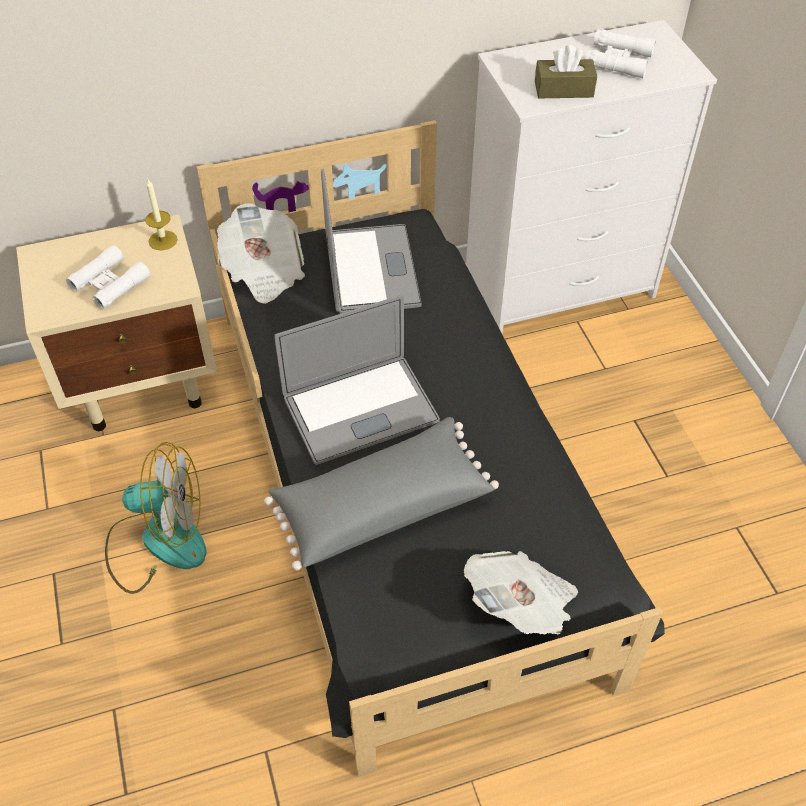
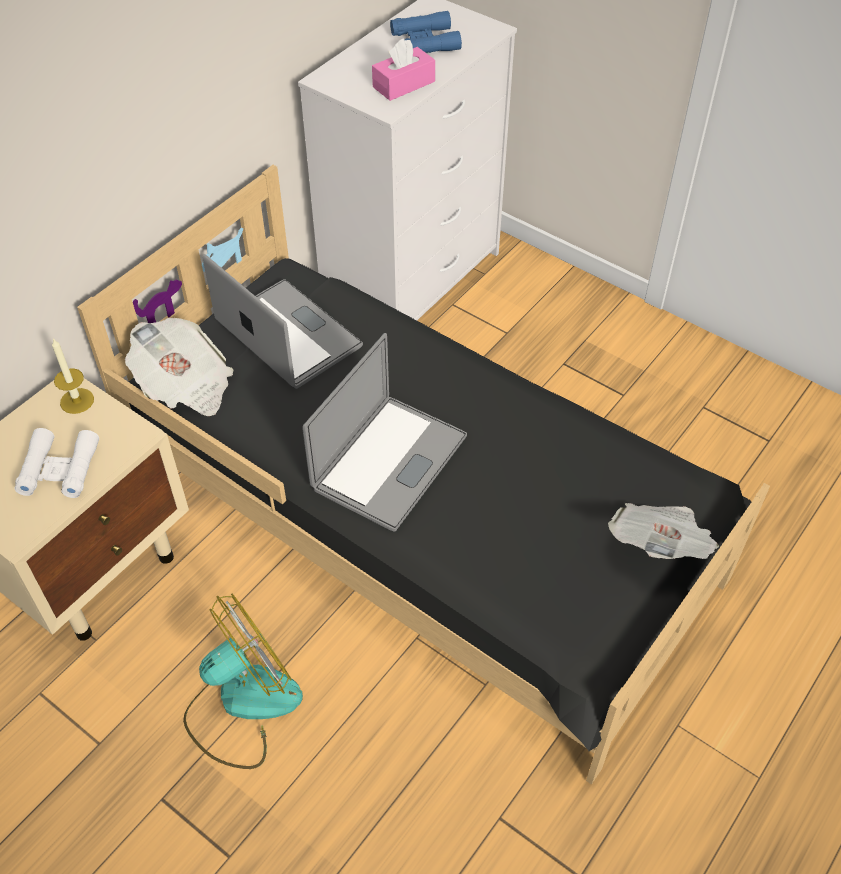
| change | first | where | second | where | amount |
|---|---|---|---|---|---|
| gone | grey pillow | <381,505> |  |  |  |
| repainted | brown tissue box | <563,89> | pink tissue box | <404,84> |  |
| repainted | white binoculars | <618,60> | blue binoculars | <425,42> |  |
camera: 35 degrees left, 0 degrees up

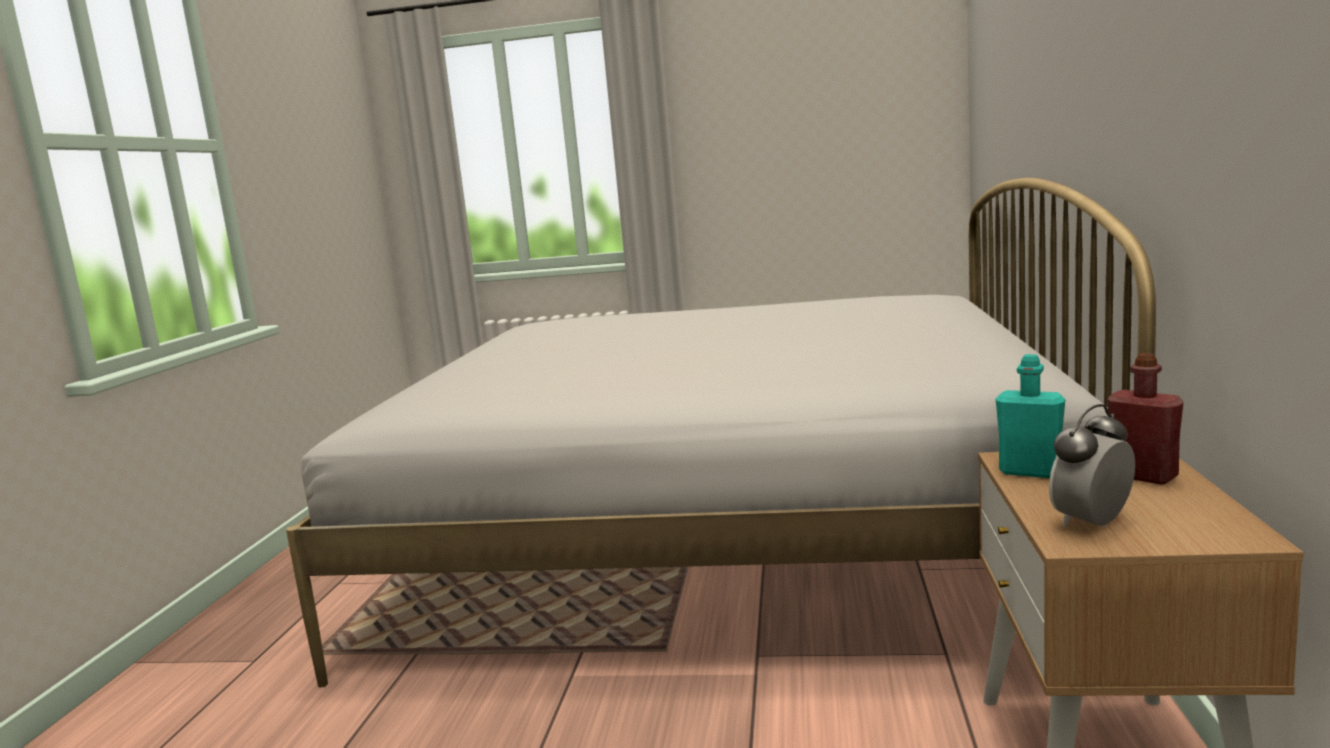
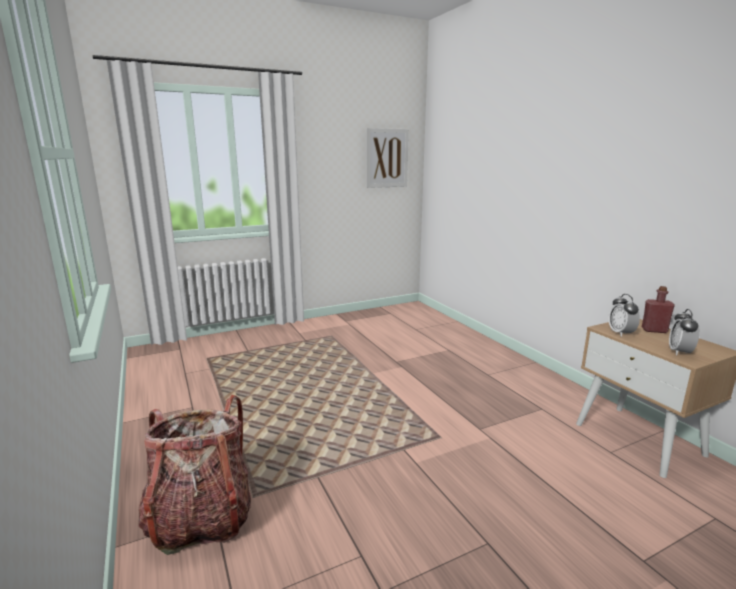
| change | first | where | second | where | amount |
|---|---|---|---|---|---|
| gone | white bed | <729,532> |  |  |  |
| new |  |  | backpack | <201,518> |  |
| new |  |  | picture | <386,158> |  |
| swapped | turquoise bottle | <1030,471> | alarm clock | <620,333> |  |
camera: 35 degrees left, 5 degrees up

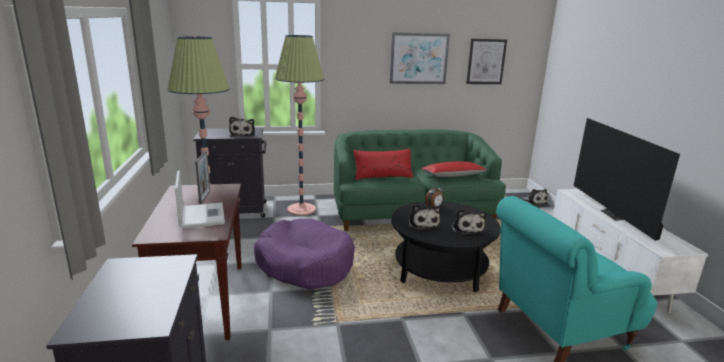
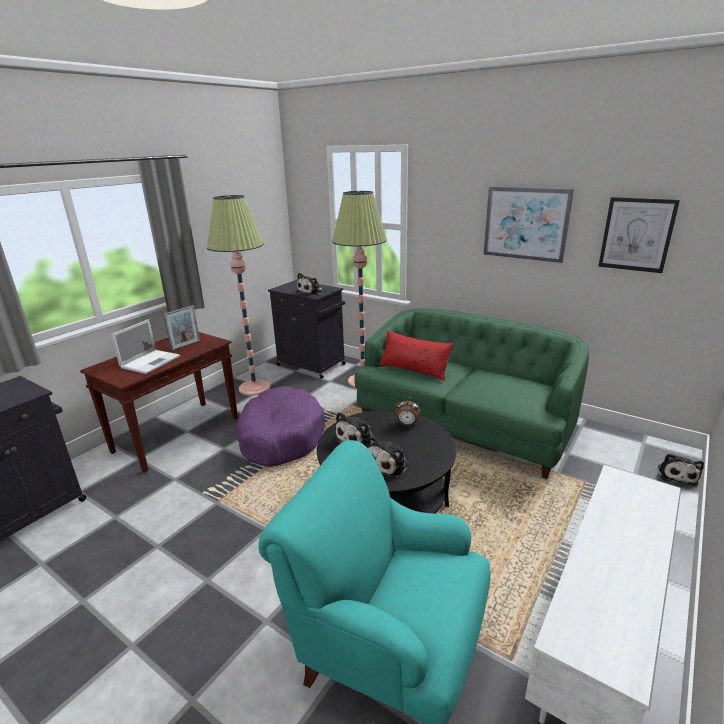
| change | first | where | second | where | amount |
|---|---|---|---|---|---|
| gone | red pillow | <452,176> |  |  |  |
| gone | television | <615,215> |  |  |  |
camera: 45 degrees right, 5 degrees up

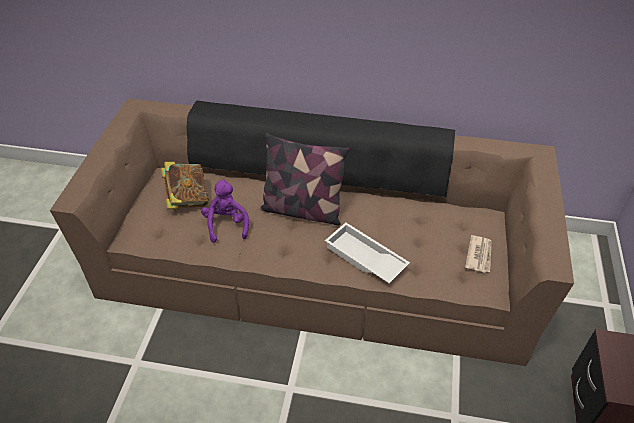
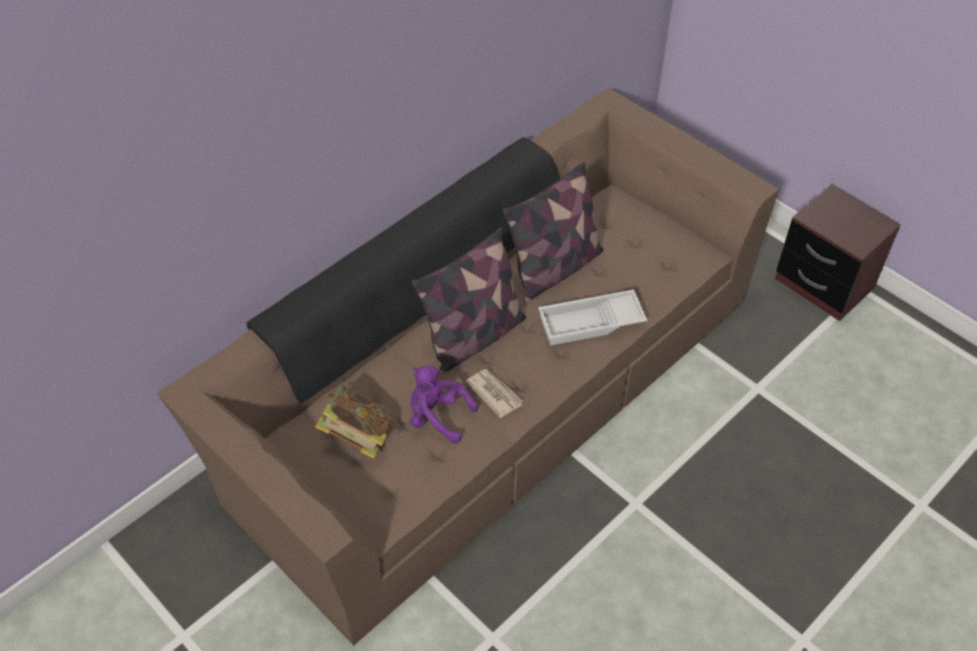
| change | first | where | second | where | amount |
|---|---|---|---|---|---|
| new |  |  | pillow | <554,268> |  |
| shifted | newspaper | <479,255> |  | <494,393> |  |
camera: 55 degrees left, 5 degrees up

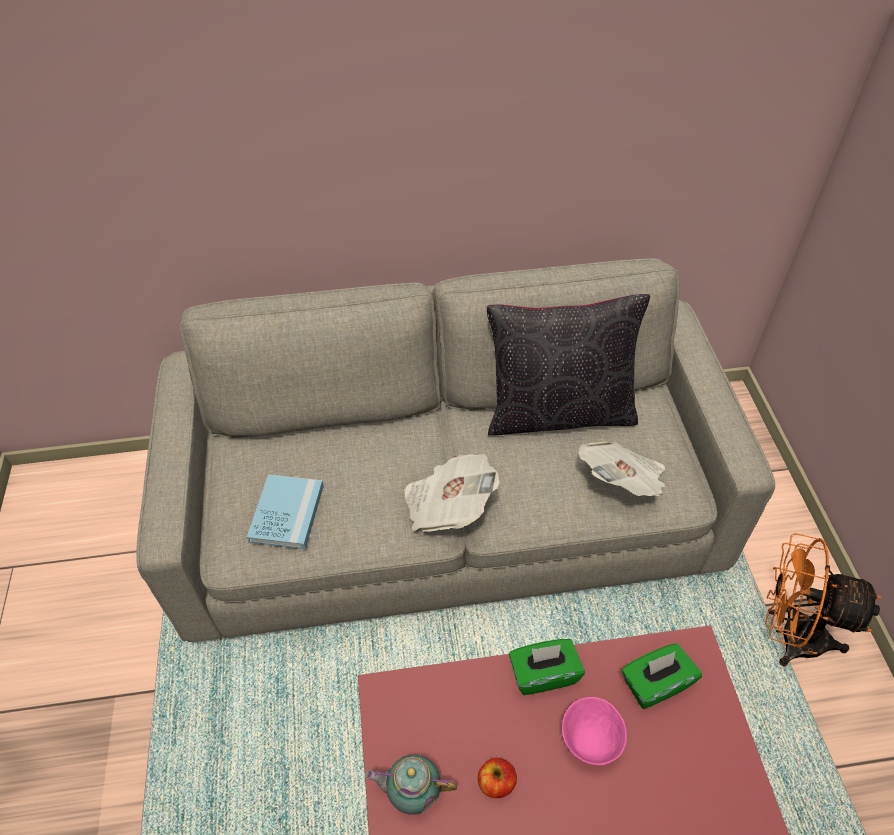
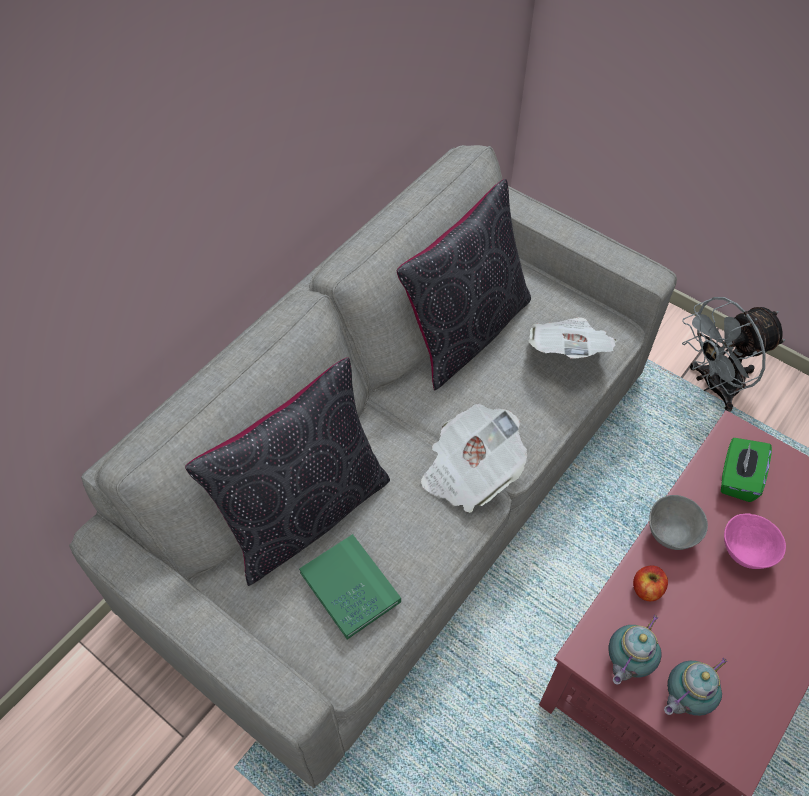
| change | first | where | second | where | amount |
|---|---|---|---|---|---|
| new |  |  | black pillow | <305,512> |  |
| new |  |  | teapot | <626,662> |  |
| shifted | apple | <496,782> |  | <646,589> |  |
| swapped | green tissue box | <543,674> | grey bowl | <670,536> |  |
| repainted | blue book | <287,513> | green book | <350,587> |  |
| repainted | orange fan | <789,635> | grey fan | <713,386> |  |
camera: 45 degrees left, 5 degrees up

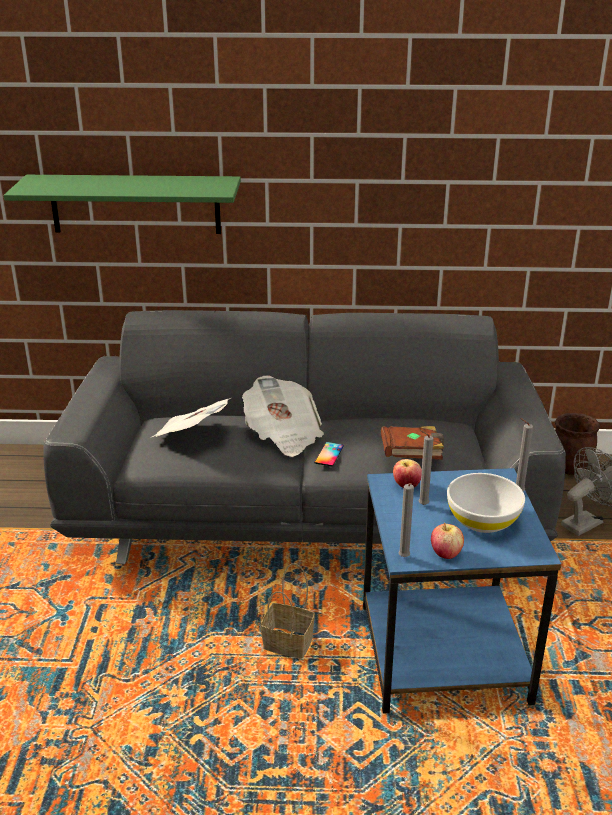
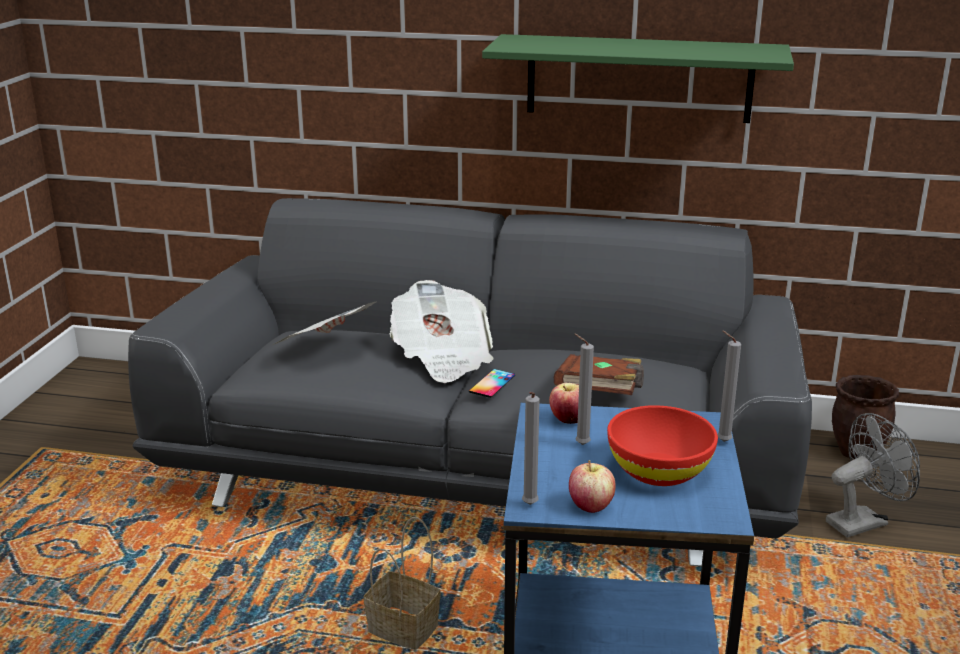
| change | first | where | second | where | amount |
|---|---|---|---|---|---|
| shifted | green shelf | <135,204> |  | <639,78> |  |
| repainted | white bowl | <483,520> | red bowl | <659,471> |  |
camera: 10 degrees right, 5 degrees down

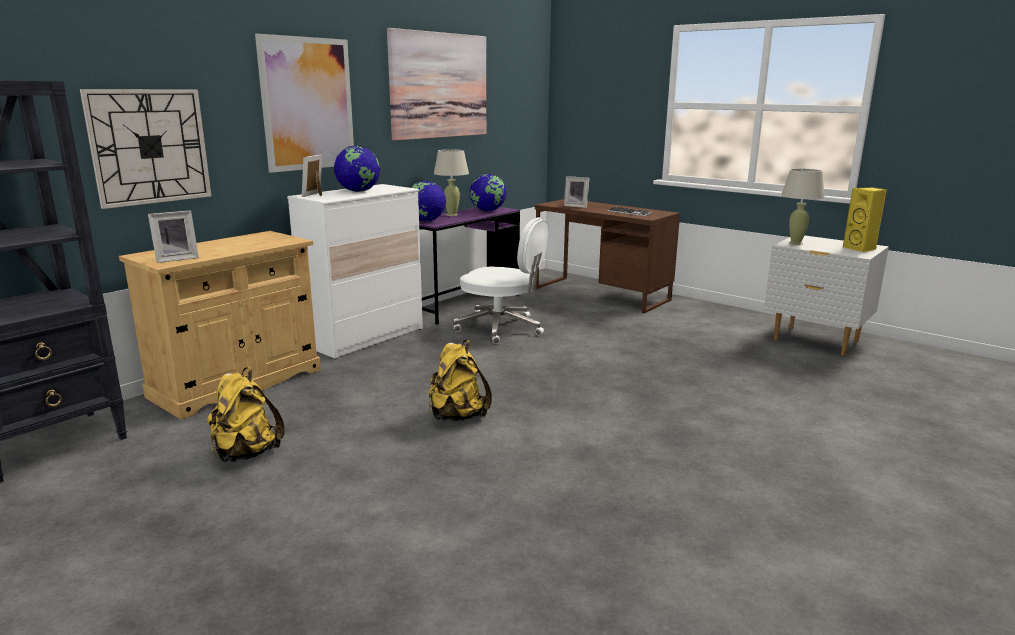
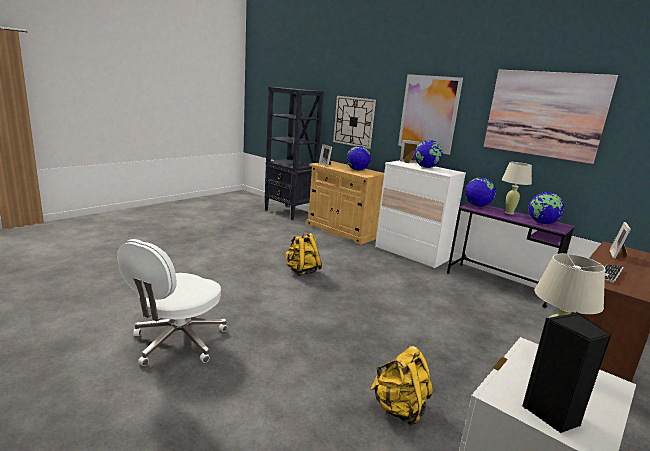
| change | first | where | second | where | amount |
|---|---|---|---|---|---|
| new |  |  | globe | <357,170> |  |
| shifted | yellow backpack | <246,454> |  | <399,409> |  |
| shifted | white office chair | <501,328> |  | <177,341> |  |
| repainted | yellow speaker | <861,248> | black speaker | <552,415> |  |
camera: 90 degrees right, 0 degrees up

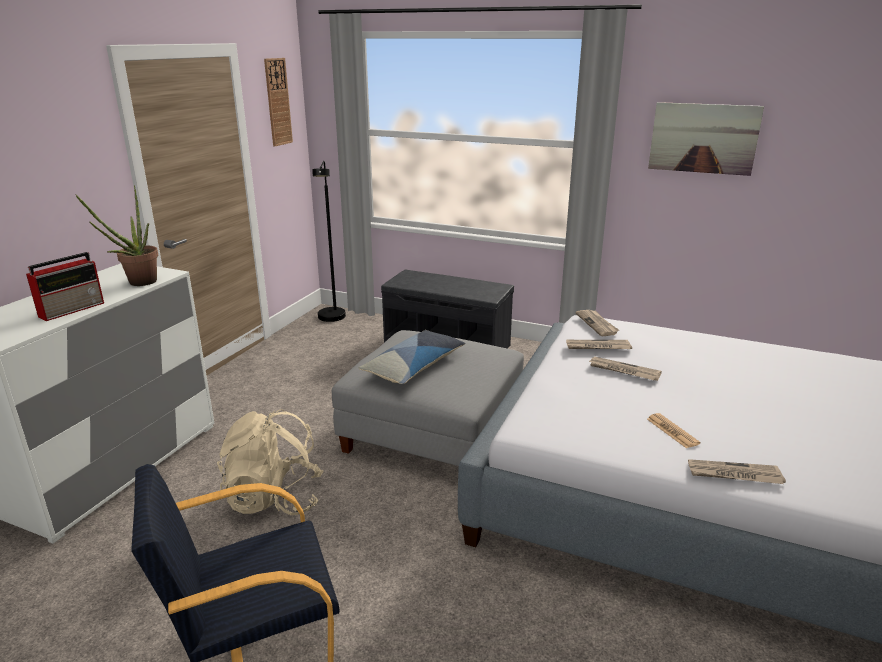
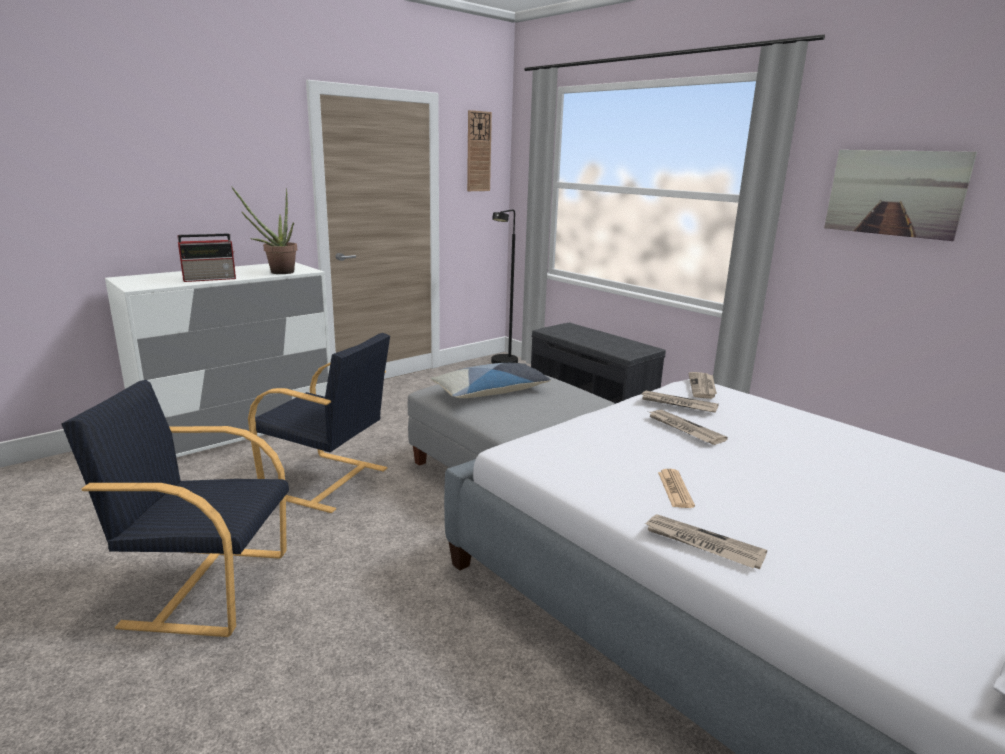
| change | first | where | second | where | amount |
|---|---|---|---|---|---|
| swapped | beige backpack | <274,499> | black armchair | <328,482> |  |
camera: 25 degrees right, 5 degrees down

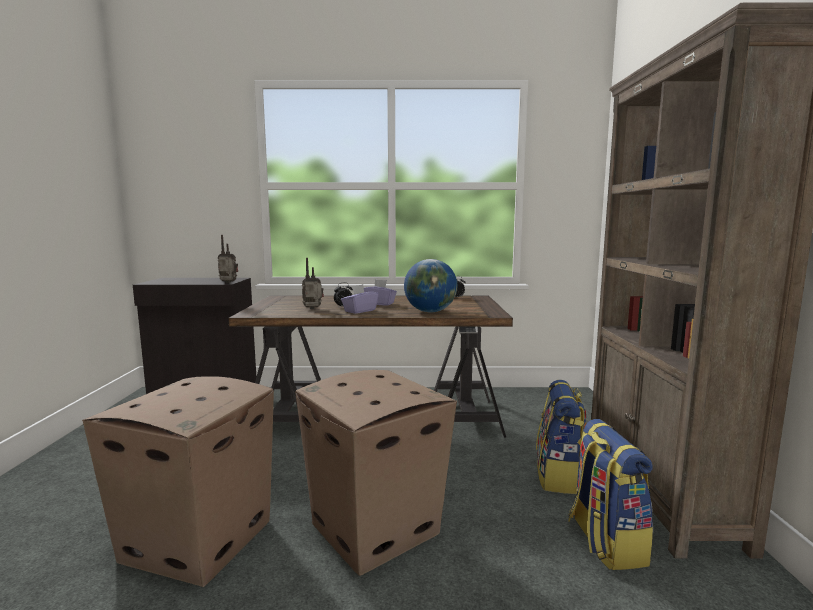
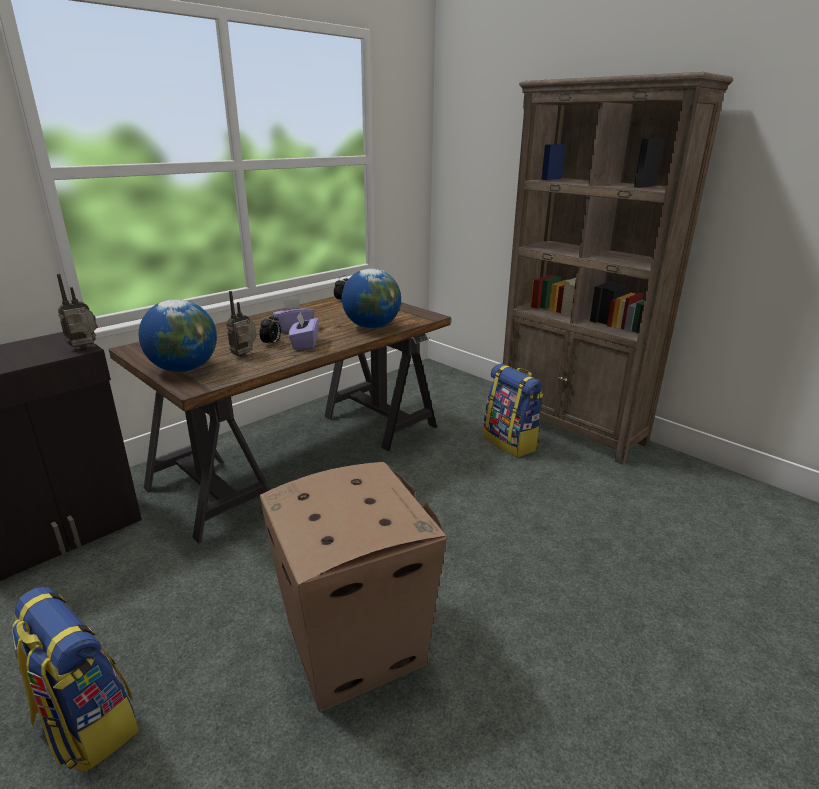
| change | first | where | second | where | amount |
|---|---|---|---|---|---|
| gone | cardboard box | <376,528> |  |  |  |
| new |  |  | globe | <184,369> |  |
| shifted | backpack | <604,541> |  | <86,724> |  |
camera: 45 degrees left, 15 degrees up

